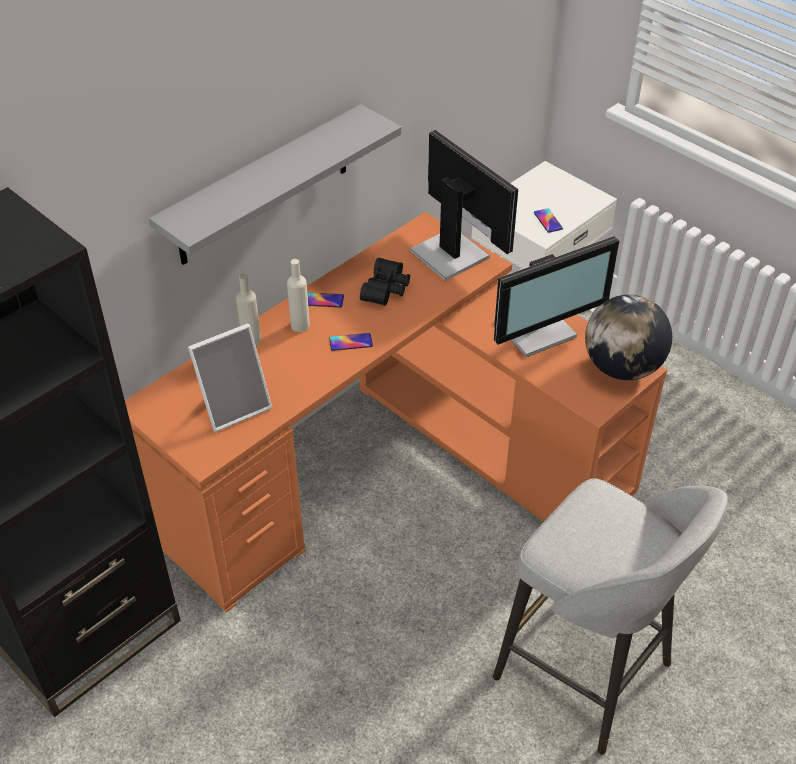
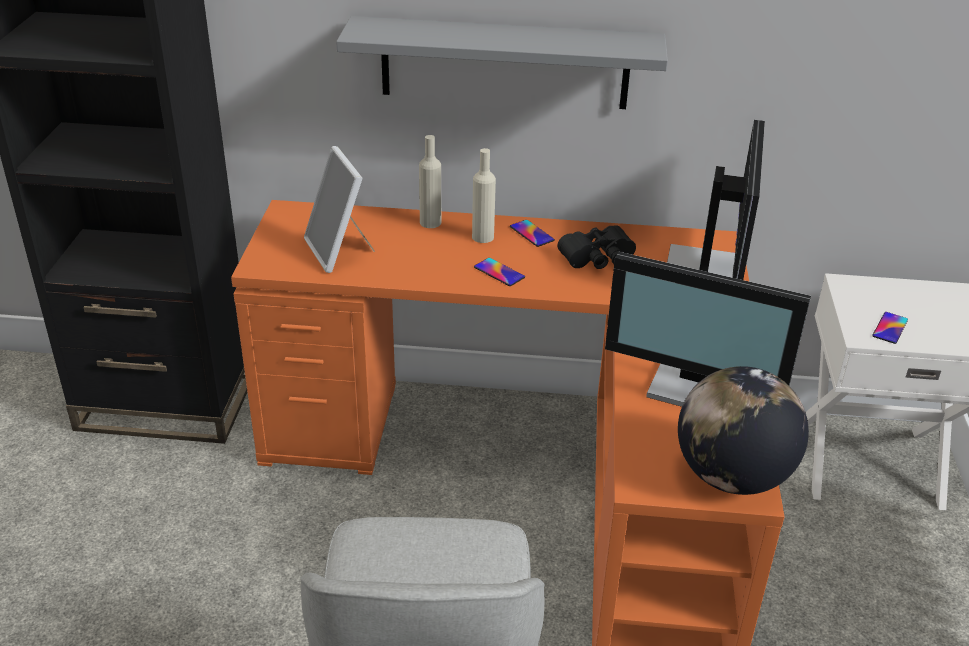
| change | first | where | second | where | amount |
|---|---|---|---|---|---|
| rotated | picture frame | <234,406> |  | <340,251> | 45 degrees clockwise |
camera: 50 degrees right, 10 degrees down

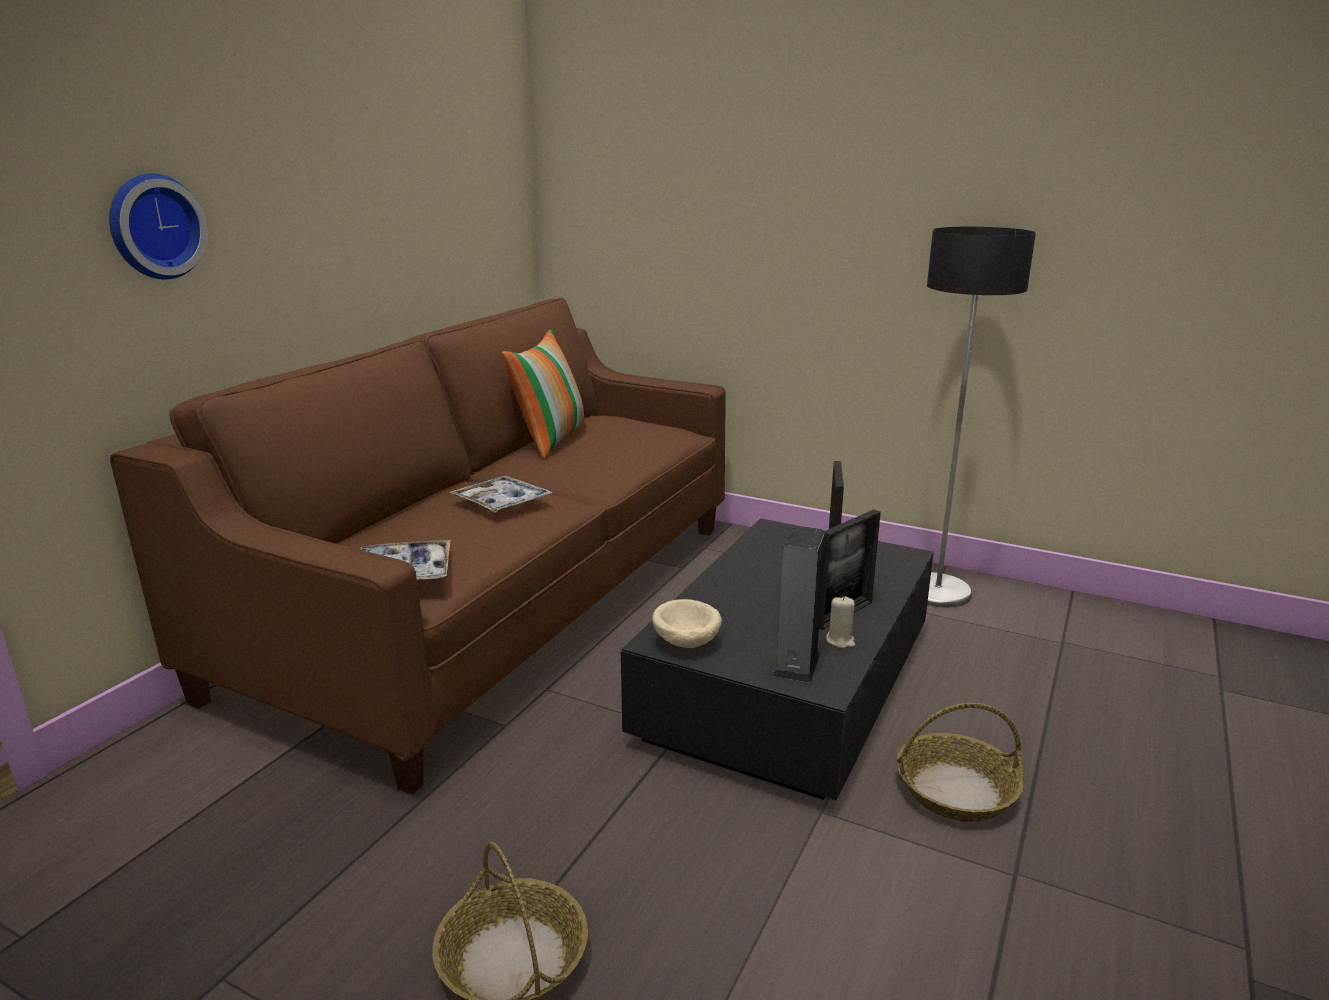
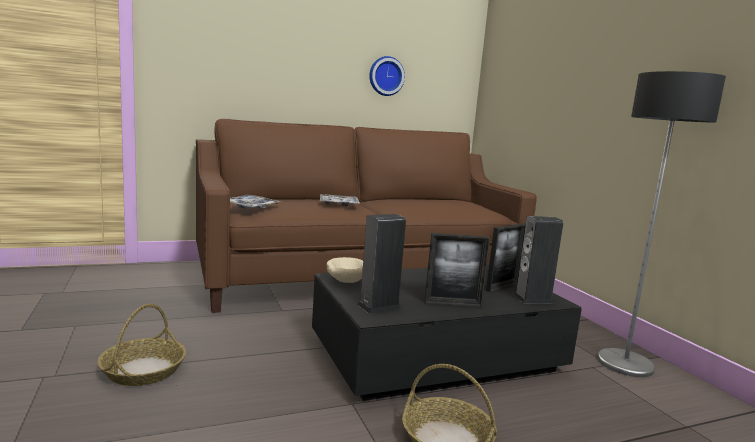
| change | first | where | second | where | amount |
|---|---|---|---|---|---|
| gone | pillow | <550,440> |  |  |  |
| gone | beige candle | <840,641> |  |  |  |
| new |  |  | speaker | <533,299> |  |
| shifted | wall clock | <153,226> |  | <385,76> |  |
camera: 40 degrees right, 10 degrees down

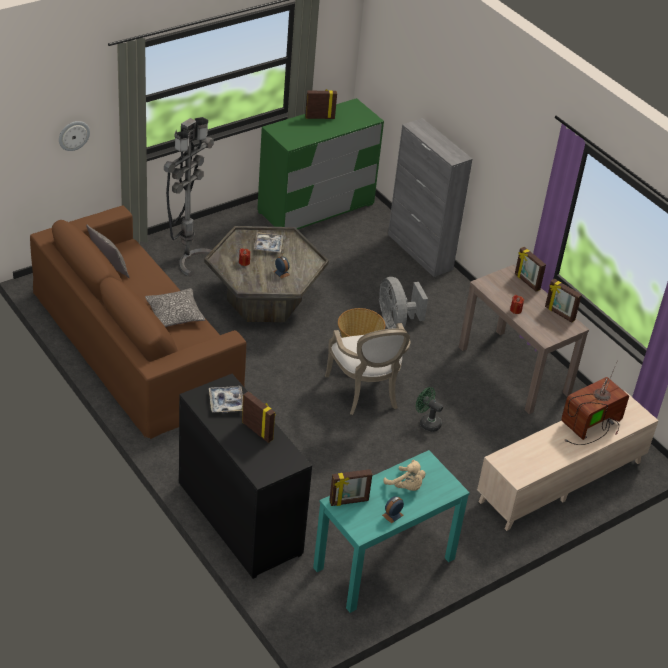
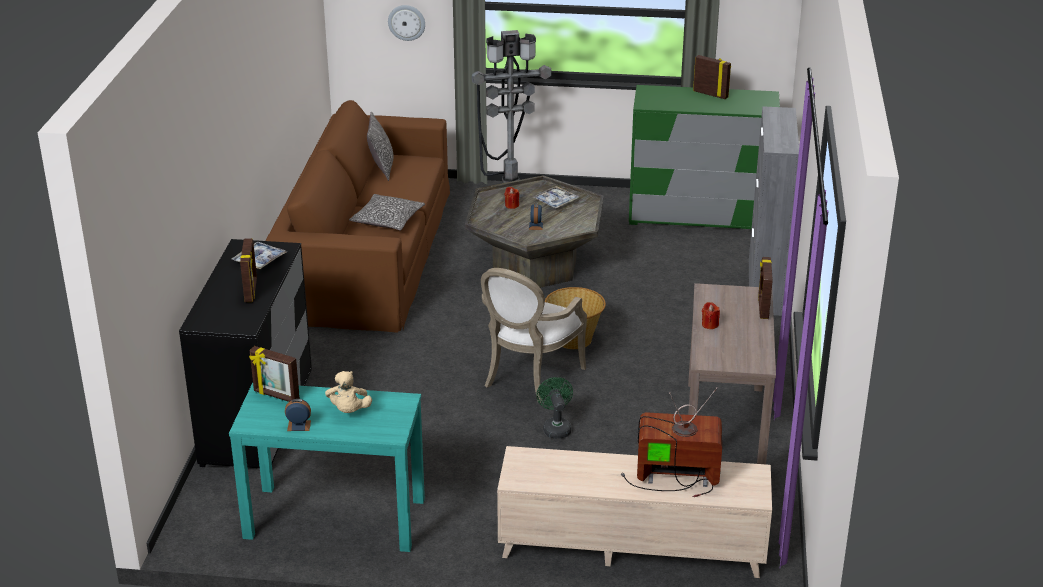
| change | first | where | second | where | amount |
|---|---|---|---|---|---|
| gone | grey fan | <396,322> |  |  |  |
| gone | picture frame | <559,314> |  |  |  |
camera: 45 degrees right, 10 degrees down

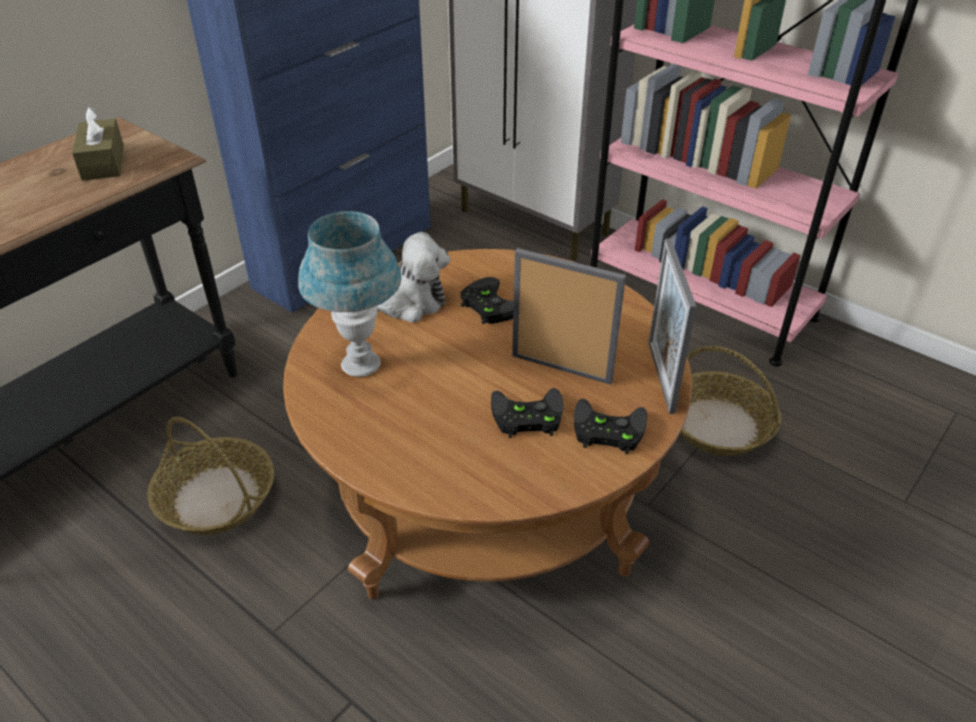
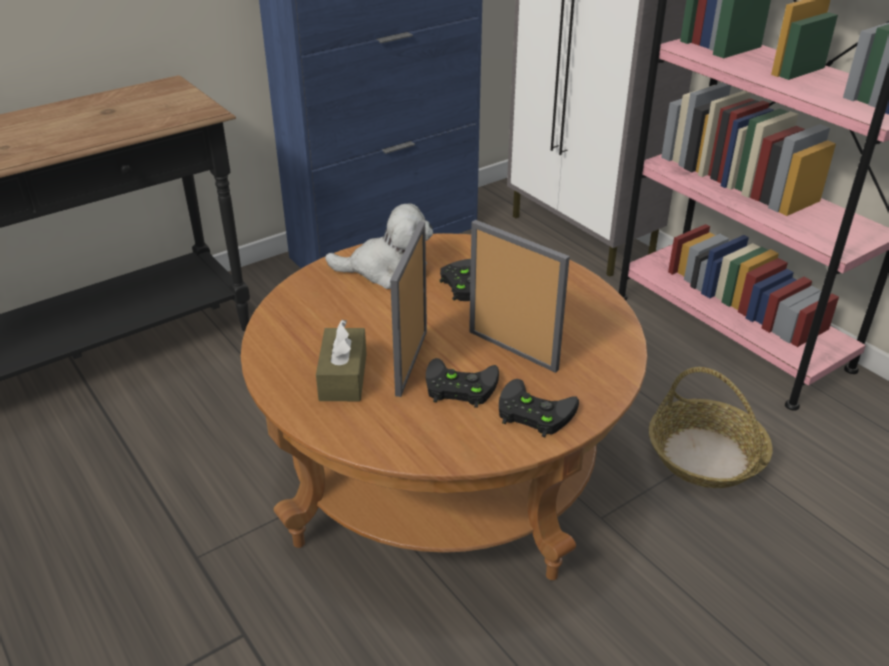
| change | first | where | second | where | amount |
|---|---|---|---|---|---|
| gone | basket | <216,498> |  |  |  |
| gone | blue table lamp | <361,364> |  |  |  |
| shifted | brown tissue box | <103,162> |  | <343,377> |  |
| shifted | picture frame | <661,376> |  | <411,362> |  |
camera: 15 degrees right, 5 degrees down

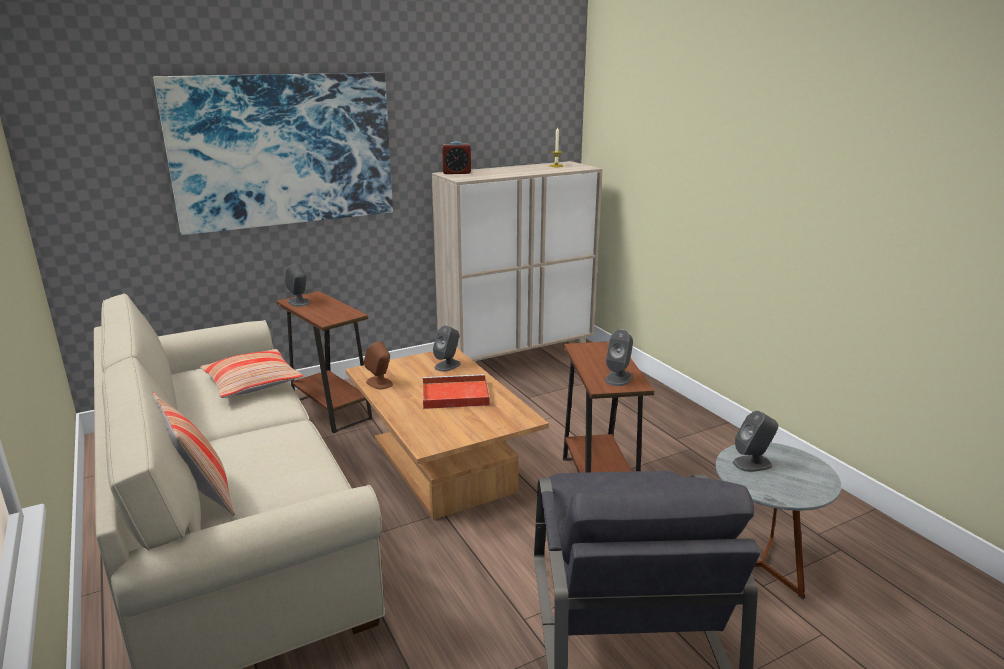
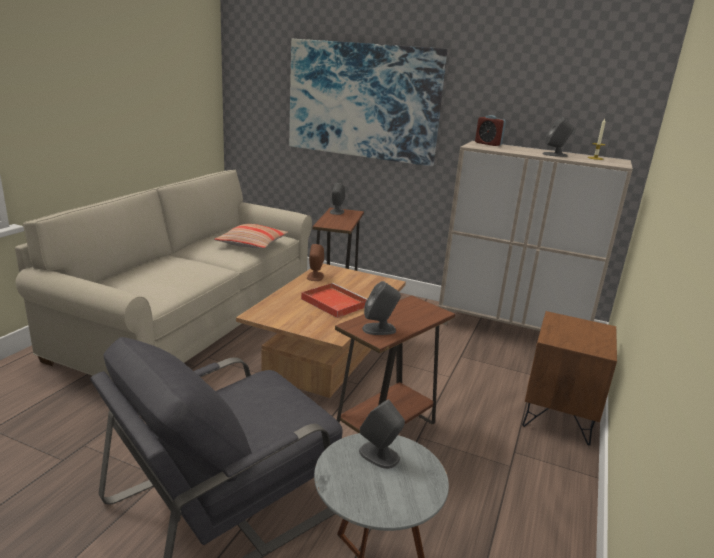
| change | first | where | second | where | amount |
|---|---|---|---|---|---|
| gone | pillow | <202,495> |  |  |  |
| new |  |  | brown nightstand | <559,416> |  |
| shifted | grey speaker | <447,365> |  | <555,155> |  |
camera: 50 degrees right, 0 degrees up

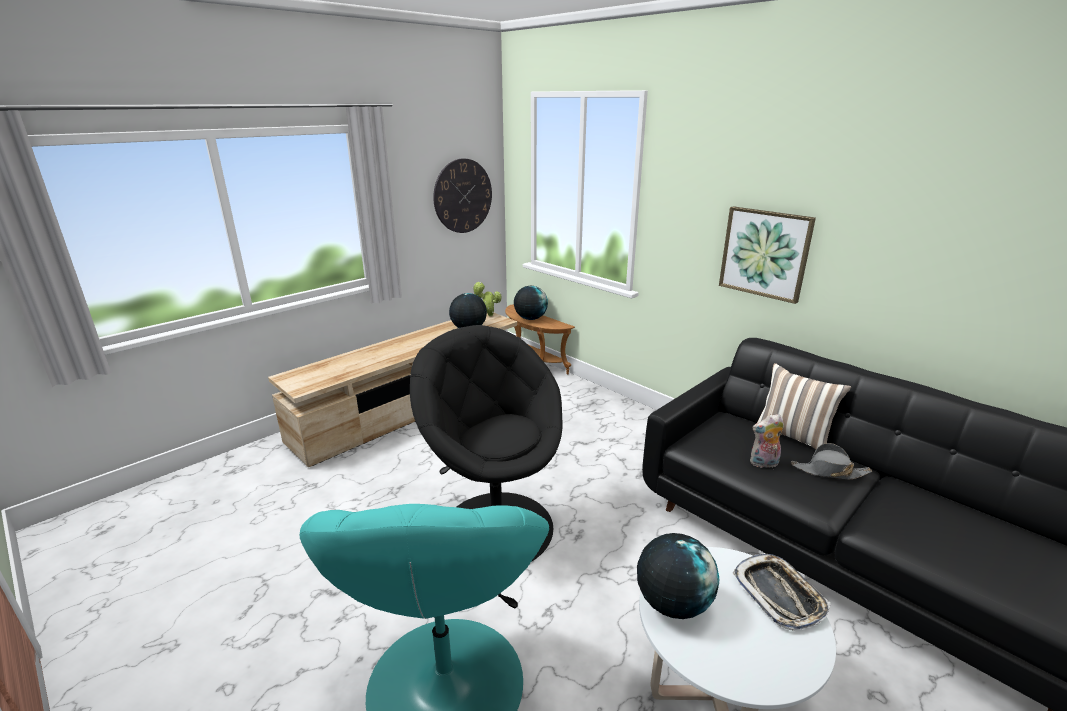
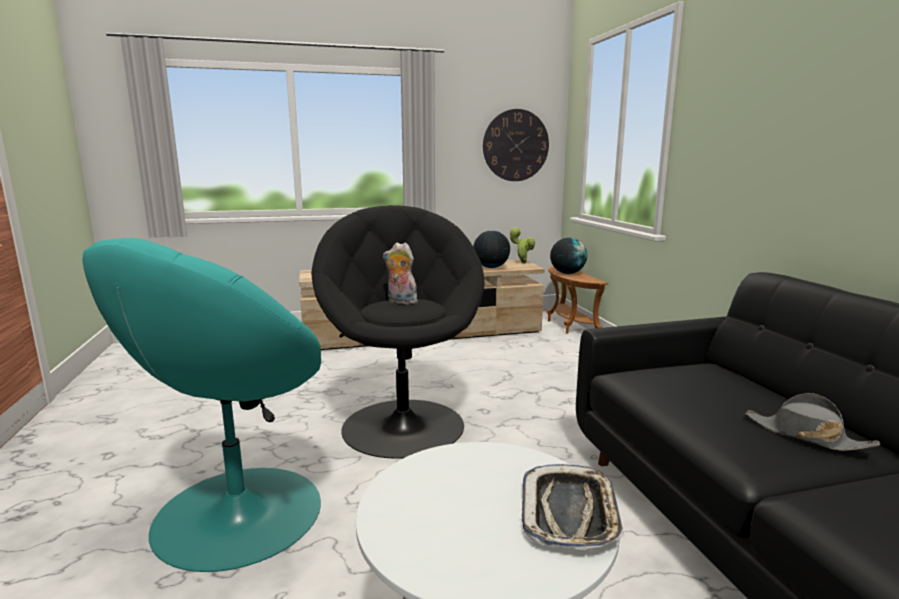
| change | first | where | second | where | amount |
|---|---|---|---|---|---|
| gone | globe | <672,603> |  |  |  |
| gone | picture | <765,253> |  |  |  |
| gone | pillow | <793,436> |  |  |  |
| shifted | plush toy | <763,464> |  | <400,302> |  |
camera: 30 degrees right, 10 degrees down

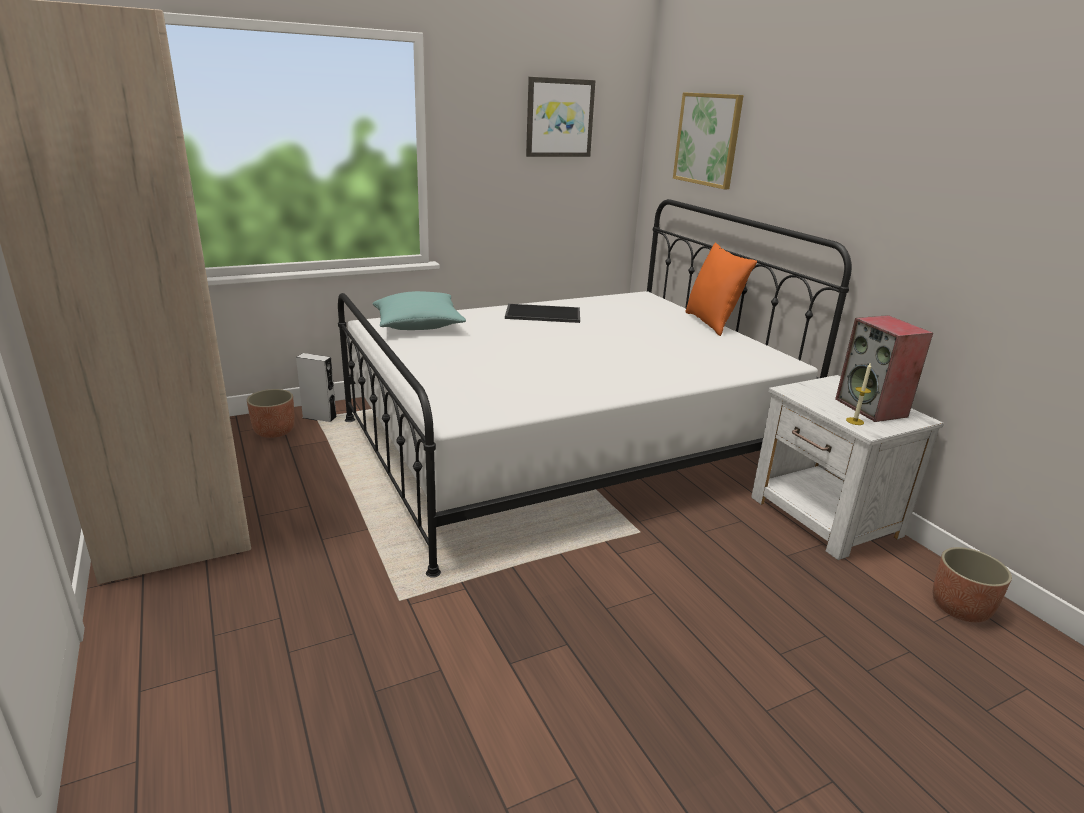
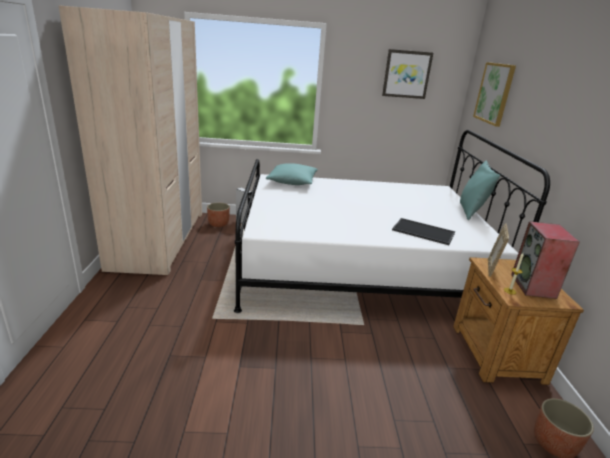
| change | first | where | second | where | amount |
|---|---|---|---|---|---|
| new |  |  | picture frame | <492,268> |  |
| shifted | tray | <542,314> |  | <422,231> |  |
| repainted | orange pillow | <712,323> | turquoise pillow | <471,212> |  |
| repainted | white nightstand | <825,518> | brown nightstand | <496,354> |  |
camera: 25 degrees right, 0 degrees up

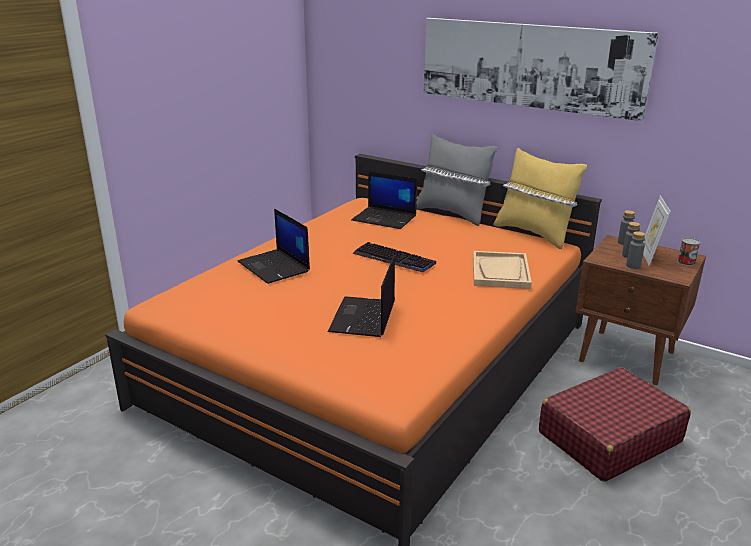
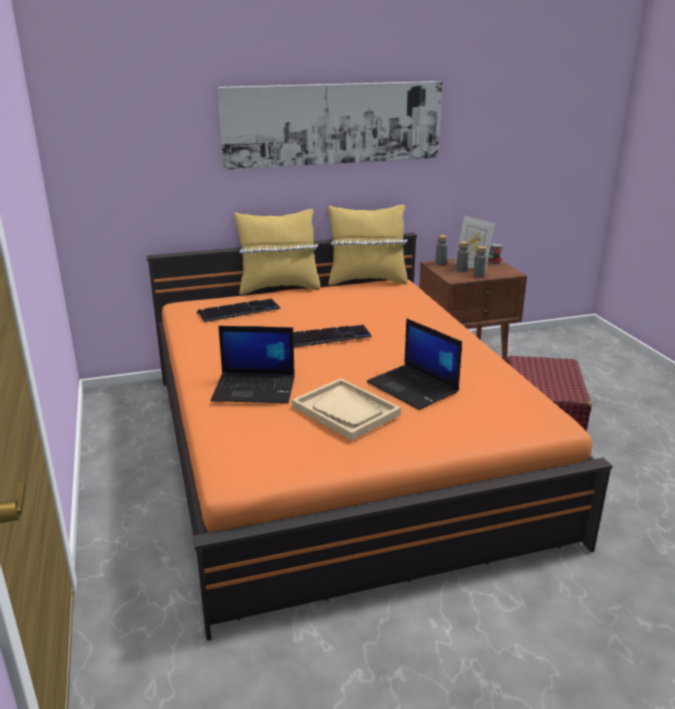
| change | first | where | second | where | amount |
|---|---|---|---|---|---|
| shifted | beige tray | <500,272> |  | <346,411> |  |
| swapped | laptop | <385,218> | keyboard | <239,311> |  |
| repainted | grey pillow | <452,213> | yellow pillow | <278,288> |  |
camera: 50 degrees left, 0 degrees up

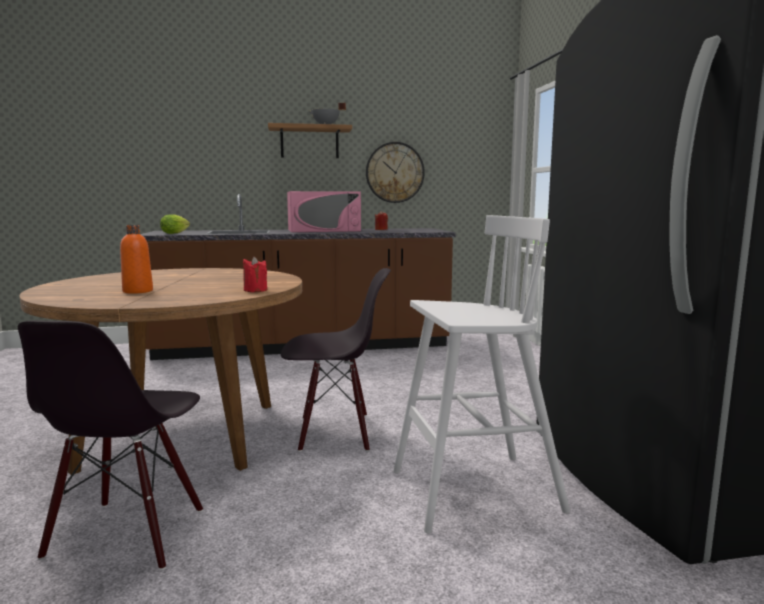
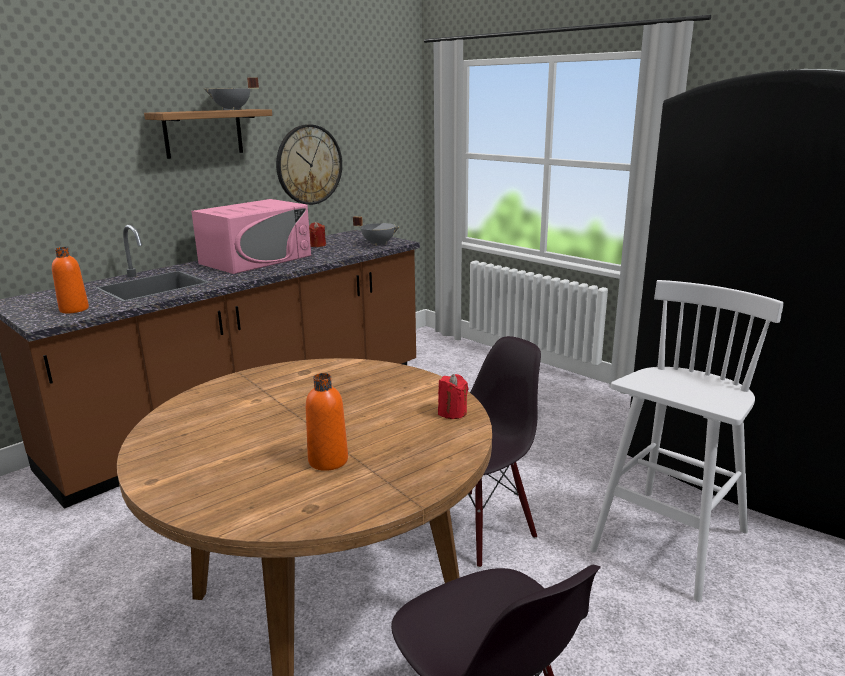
| change | first | where | second | where | amount |
|---|---|---|---|---|---|
| new |  |  | grey cooking pot | <378,243> |  |
| swapped | lettuce | <176,233> | orange bottle | <74,309> |  |
camera: 35 degrees left, 10 degrees up

